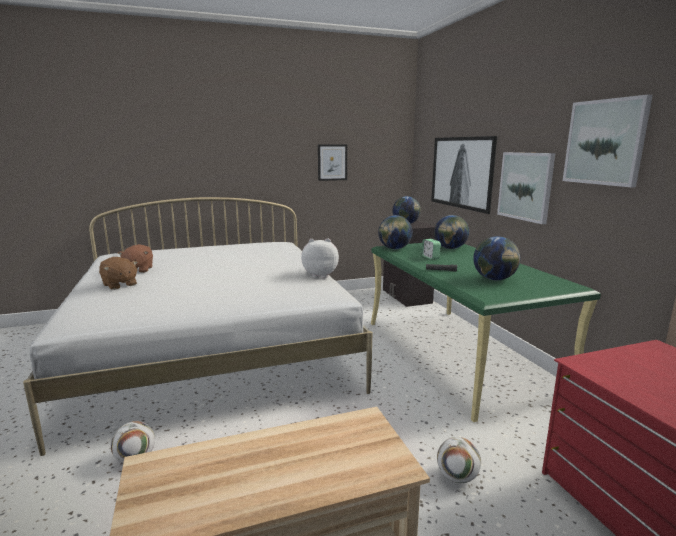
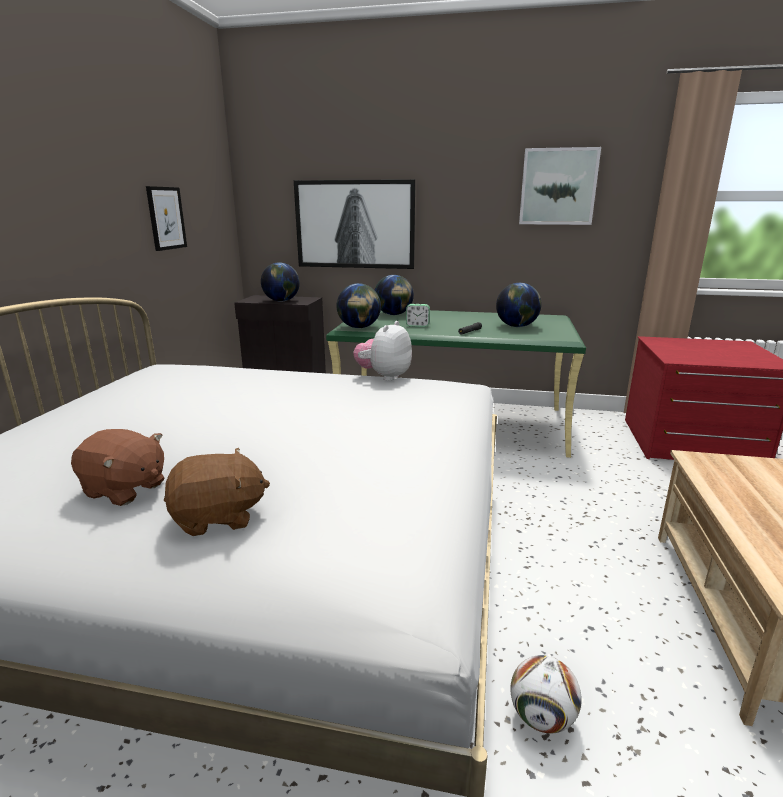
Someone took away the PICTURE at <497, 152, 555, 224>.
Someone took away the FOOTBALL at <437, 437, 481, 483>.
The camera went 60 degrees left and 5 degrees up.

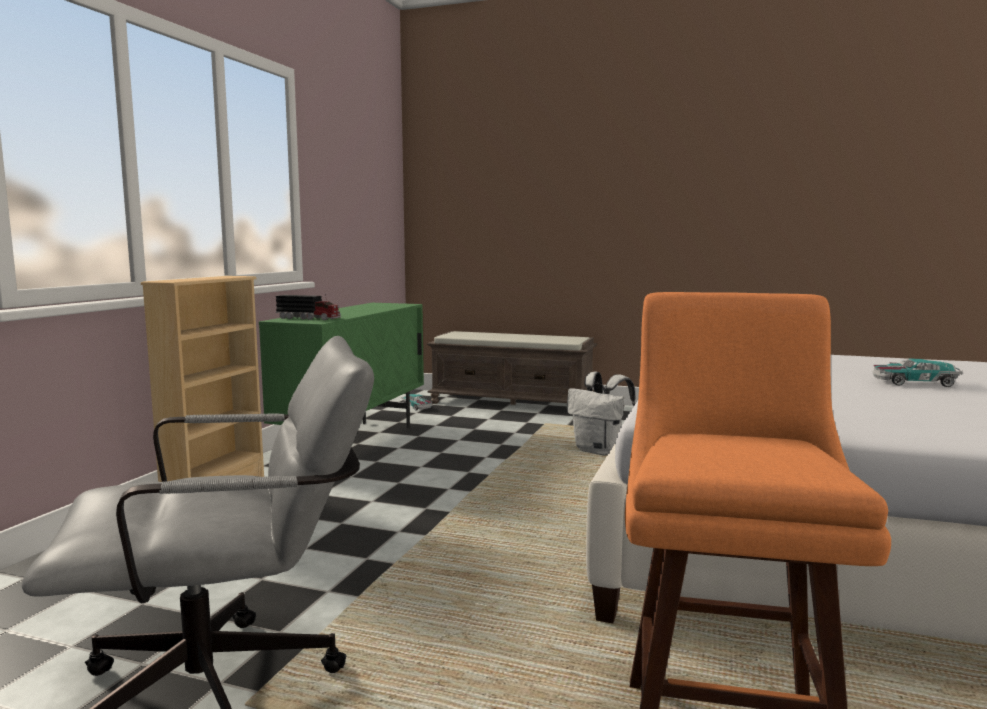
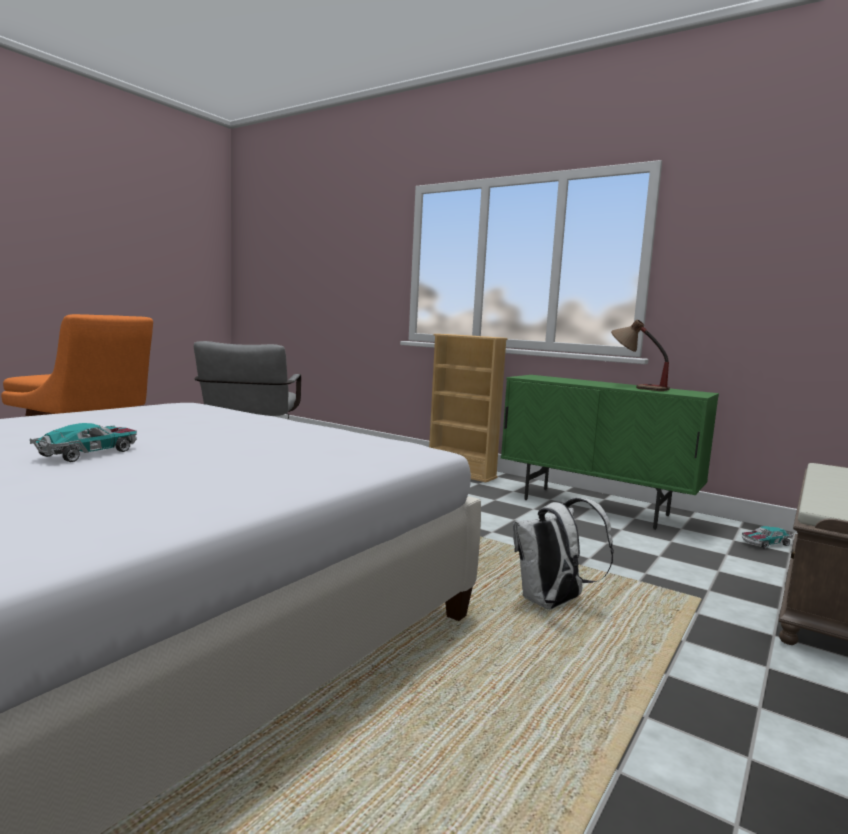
Someone took away the TOY TRUCK at <276, 294, 341, 320>.
Someone put down the TABLETOP LAMP at <611, 319, 670, 391>.
The camera went 105 degrees right and 0 degrees up.

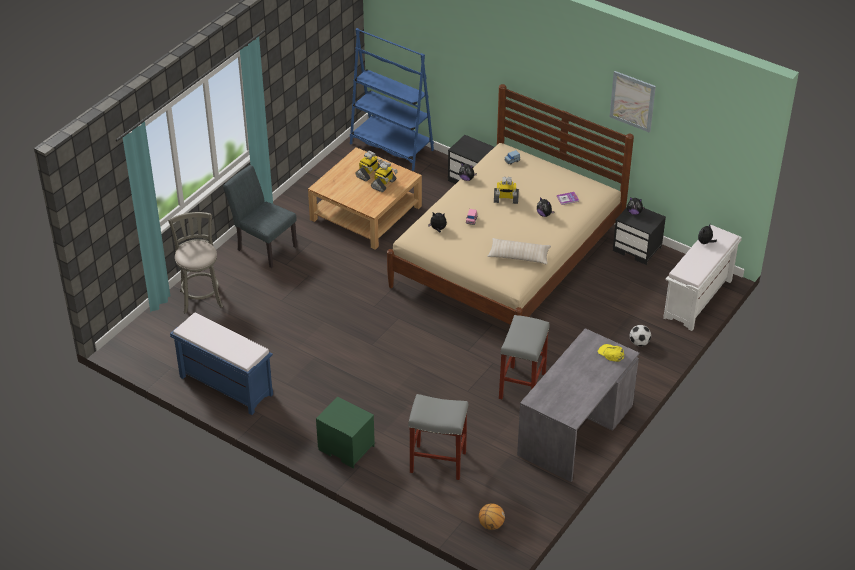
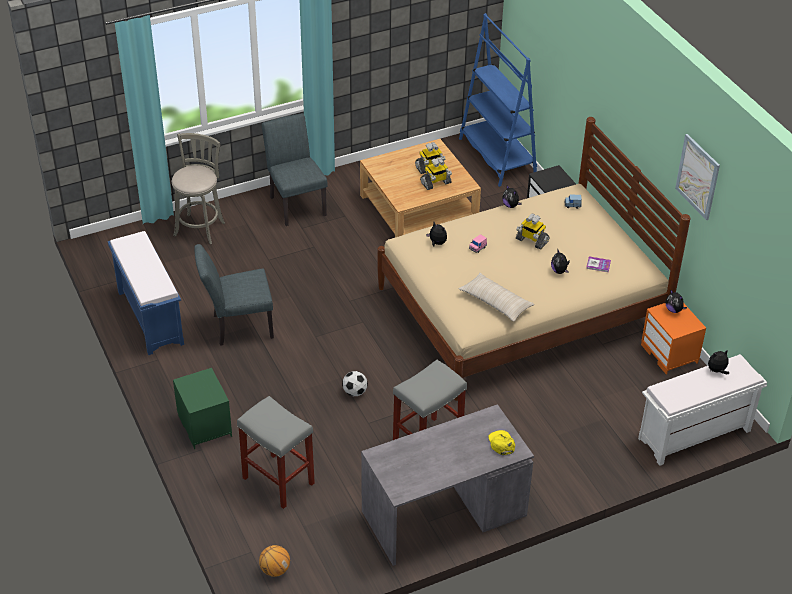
Someone repainted the BLACK-COLOURED BEDSIDE TABLE at <613, 208, 666, 265>, which became the ORANGE-COLOURED BEDSIDE TABLE at <641, 303, 706, 375>.
Someone carried the FOOTBALL from <629, 325, 651, 346> to <342, 371, 368, 396>.
Someone put down the GREY UPRIGHT CHAIR at <194, 244, 274, 346>.
The camera went 30 degrees right and 0 degrees up.

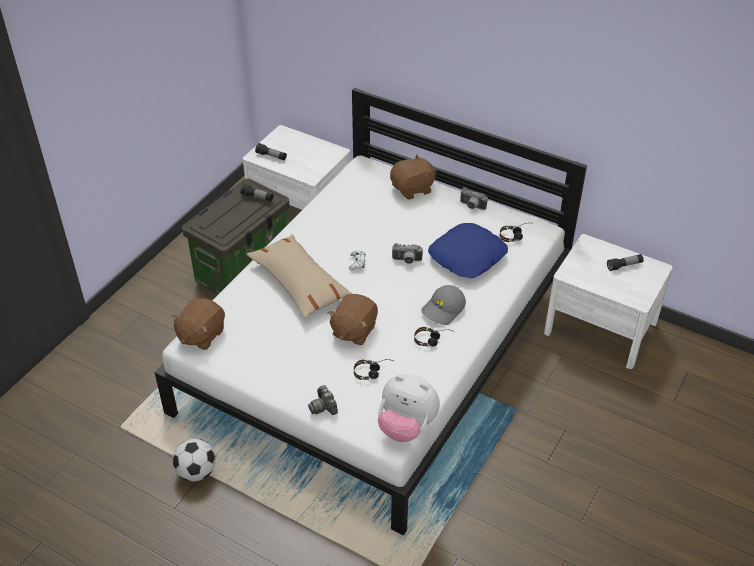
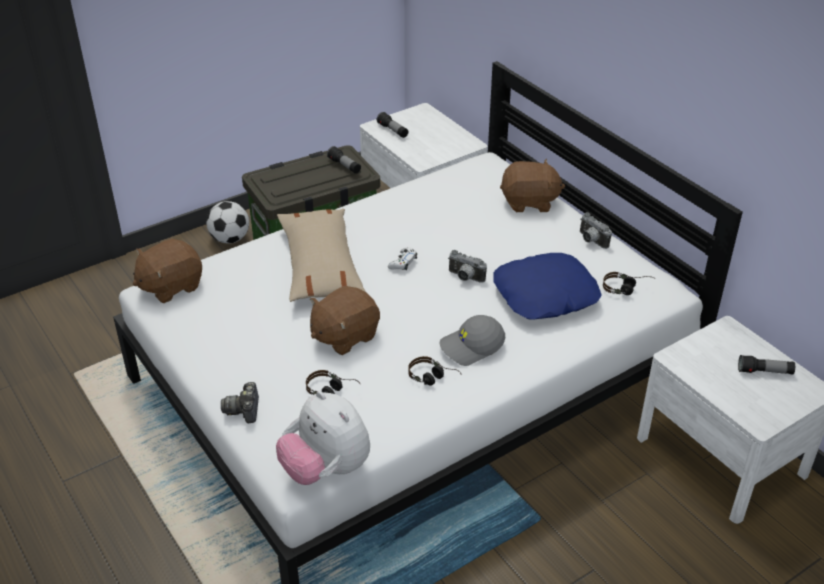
Someone carried the FOOTBALL from <173, 438, 216, 482> to <206, 201, 249, 243>.
The camera went 25 degrees right and 5 degrees down.

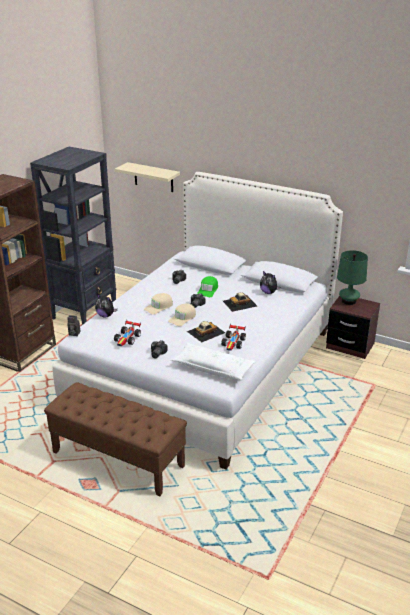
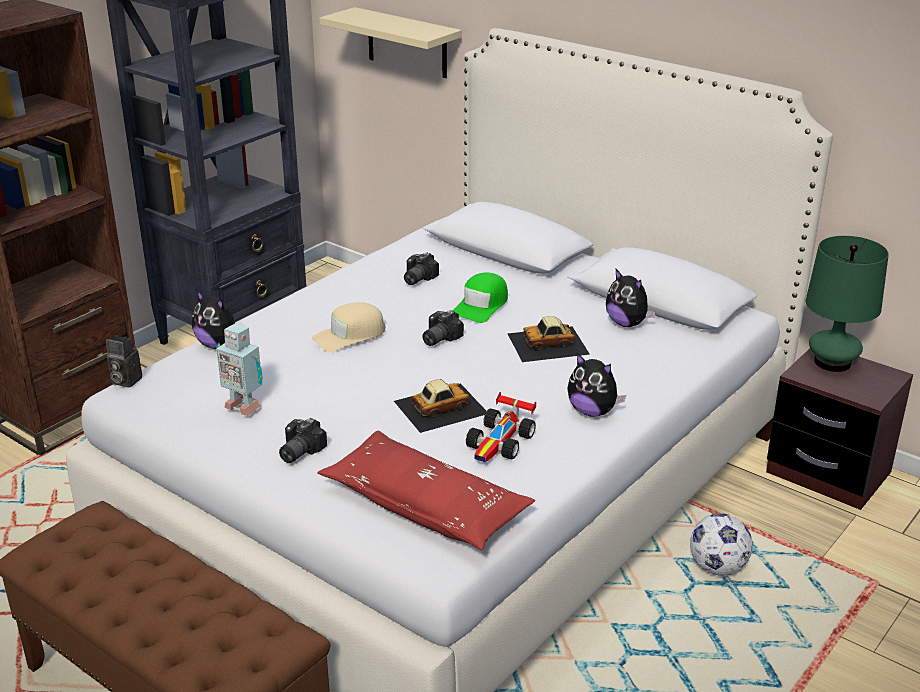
Someone took away the SAND-COLOURED PEAKED CAP at <168, 303, 196, 326>.
Someone swapped the MODEL CAR at <114, 320, 141, 346> for the MODEL ROBOT at <216, 323, 262, 416>.
Someone repainted the WHITE-COLOURED THROW PILLOW at <171, 343, 255, 380>, which became the RED THROW PILLOW at <317, 431, 535, 550>.
Someone put down the PLUSH TOY at <567, 353, 626, 417>.
Someone put down the FOOTBALL at <690, 513, 752, 576>.
The camera went 10 degrees right and 0 degrees up.

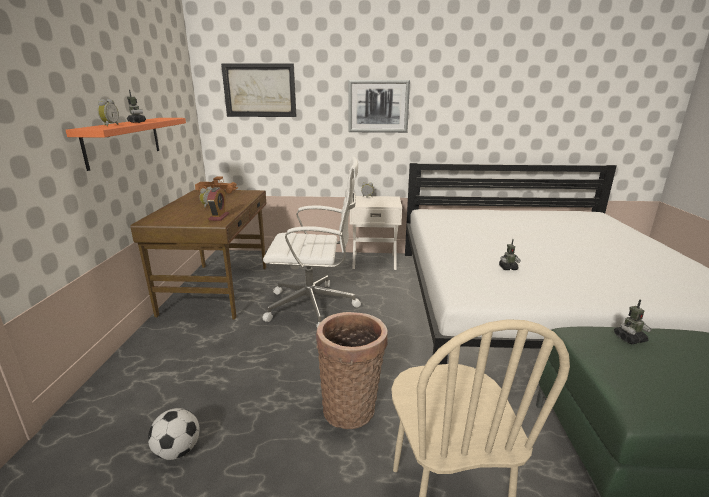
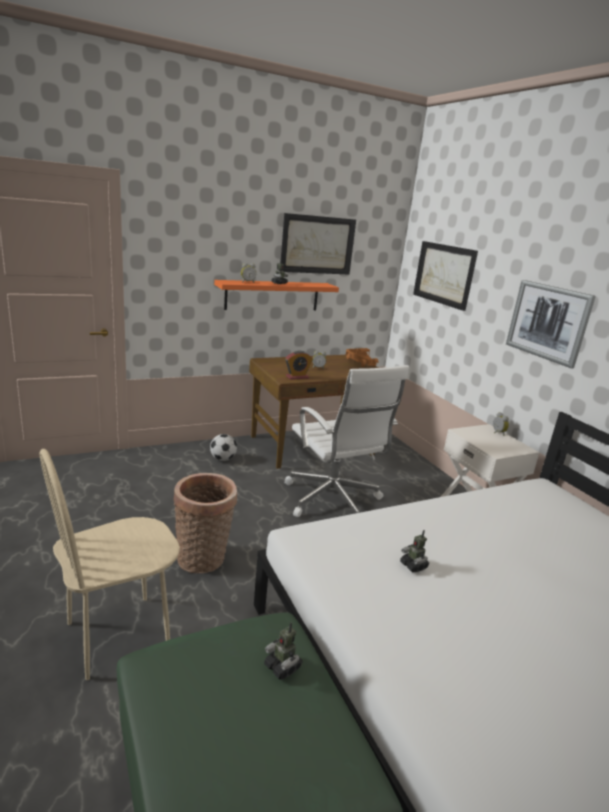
Someone carried the FOOTBALL from <148, 408, 200, 460> to <210, 434, 237, 461>.
Someone put up the PICTURE at <281, 213, 356, 275>.
The camera went 60 degrees right and 0 degrees up.

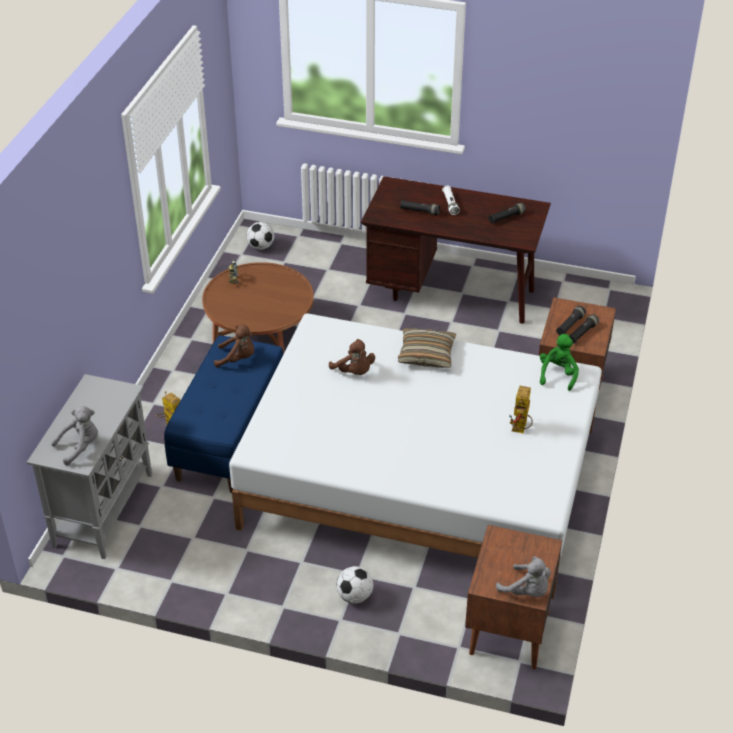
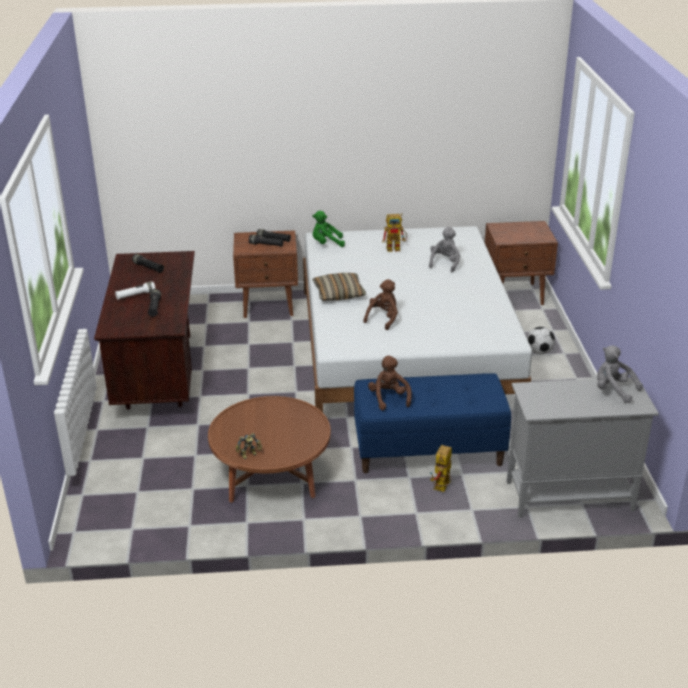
Someone took away the FOOTBALL at <247, 222, 274, 250>.
Someone carried the GREY PLUSH TOY from <496, 556, 551, 597> to <429, 227, 460, 272>.
The camera went 110 degrees left and 10 degrees down.

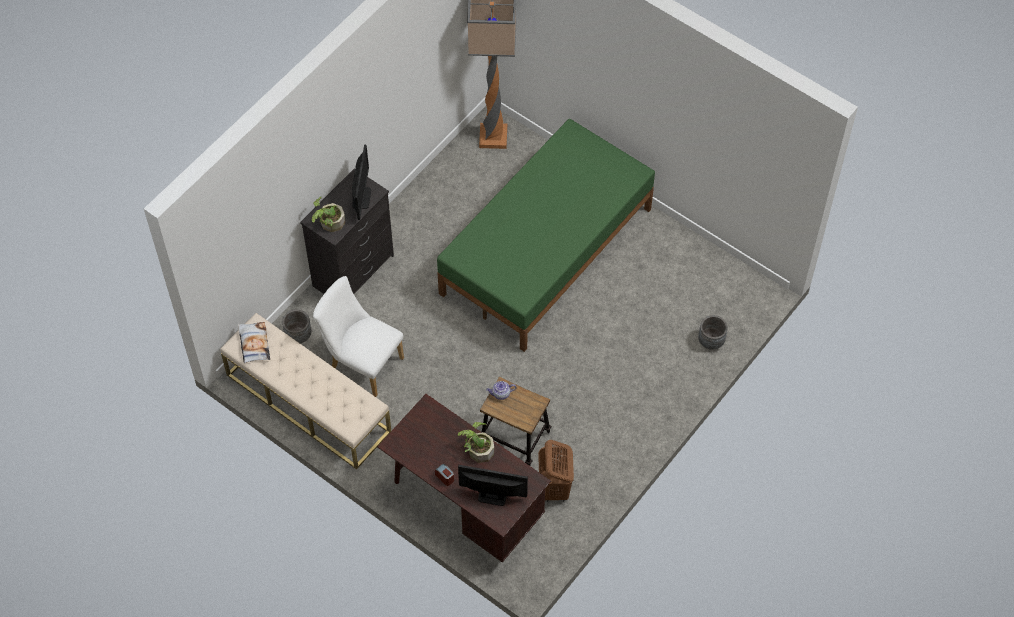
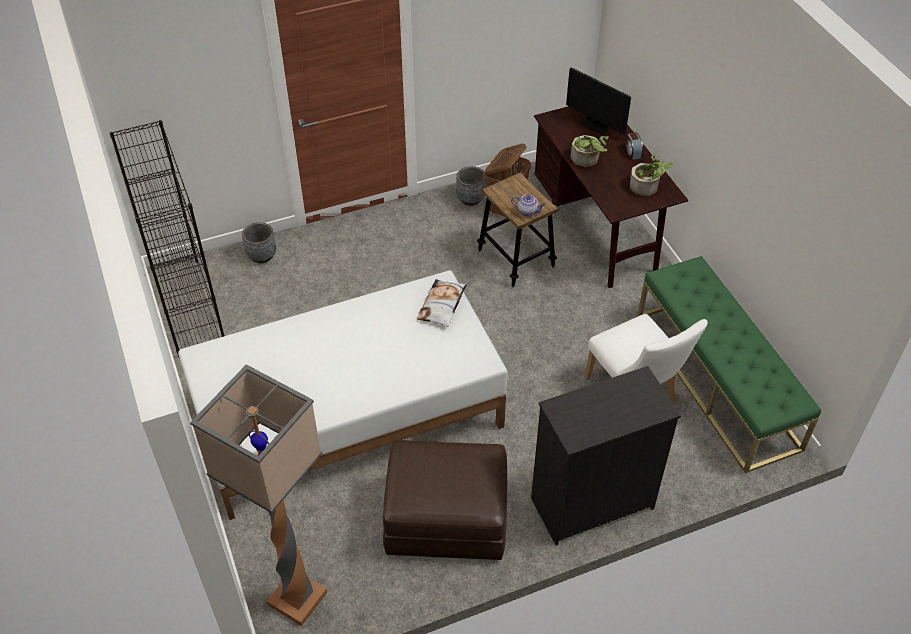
Someone repainted the GREEN-COLOURED BED at <437, 119, 655, 352>, which became the WHITE-COLOURED BED at <178, 270, 508, 520>.
Someone took away the COMPUTER DISPLAY at <352, 145, 371, 220>.
Someone carried the POTTED PLANT from <312, 197, 345, 232> to <630, 154, 674, 196>.
Someone carried the GREY PLANTER from <282, 309, 311, 343> to <456, 166, 486, 206>.
Someone repainted the SAND-COLOURED BENCH at <220, 313, 391, 470>, which became the GREEN-COLOURED BENCH at <637, 256, 821, 473>.
Someone carried the THROW PILLOW from <238, 322, 270, 363> to <417, 279, 467, 327>.
Someone put down the BLACK-COLOURED BOOKSHELF at <110, 120, 225, 357>.
Someone put down the BROWN-COLOURED FOOTREST at <383, 440, 507, 560>.
The camera went 150 degrees left and 10 degrees down.

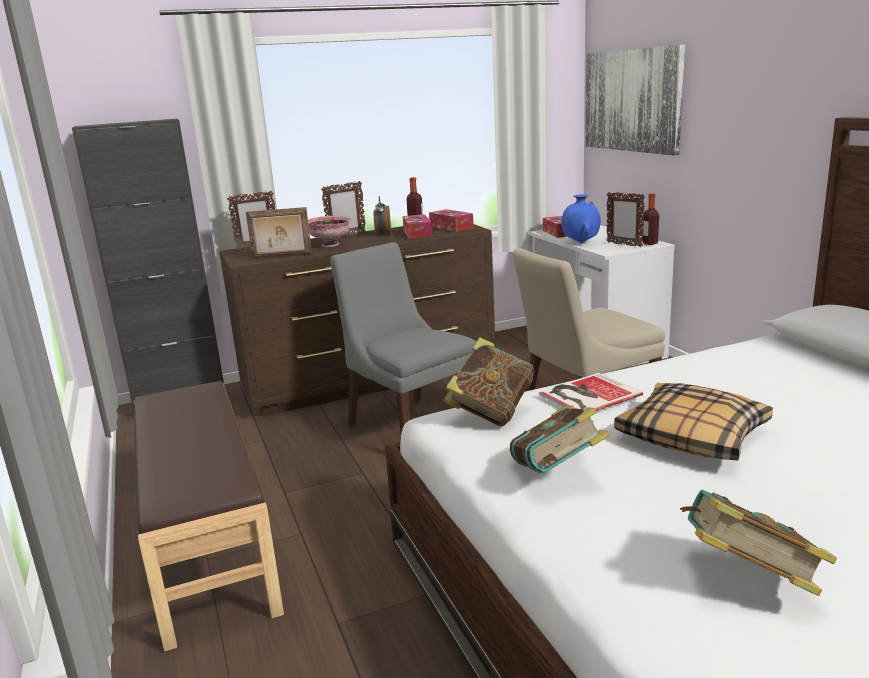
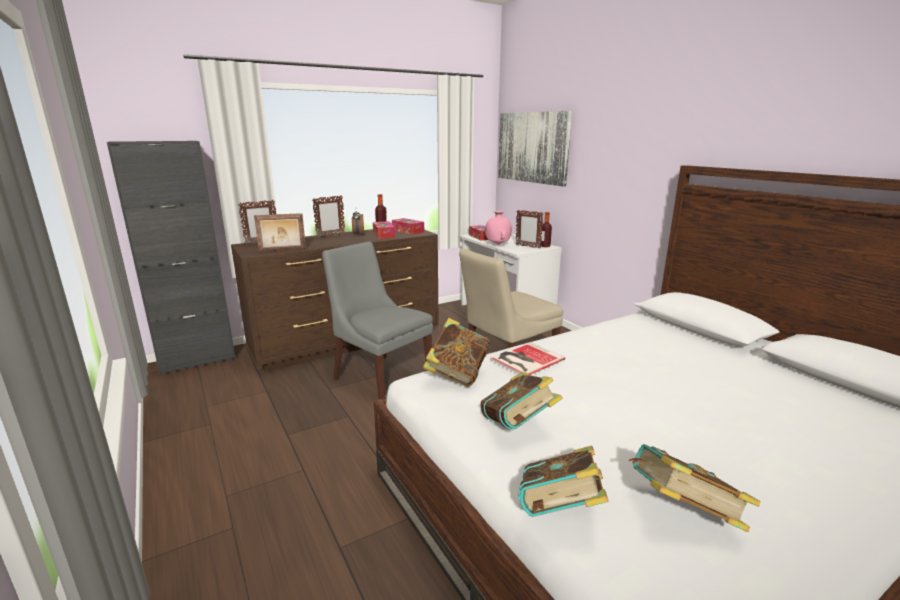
Someone repainted the BLUE-COLOURED VASE at <561, 194, 601, 243>, which became the PINK-COLOURED VASE at <485, 211, 512, 245>.
Someone took away the PINK-COLOURED BOWL at <308, 216, 351, 247>.
Someone took away the BROWN-COLOURED BENCH at <134, 381, 284, 652>.
Someone took away the THROW PILLOW at <614, 383, 773, 460>.
Someone put down the VOLUME at <519, 446, 608, 517>.
The camera went 10 degrees left and 0 degrees up.

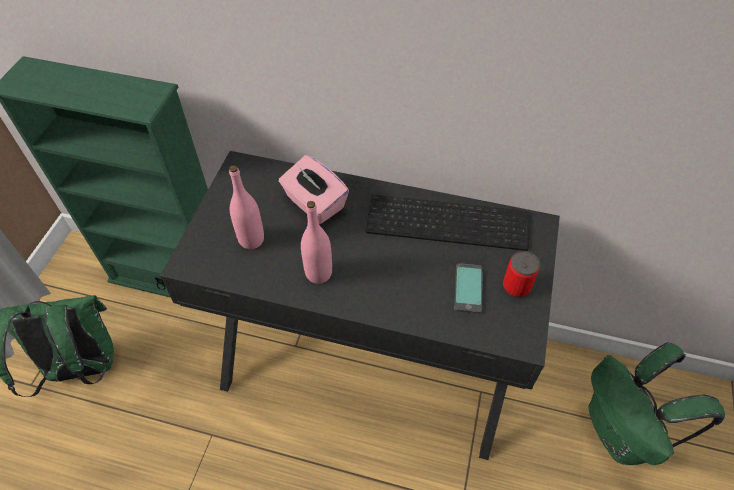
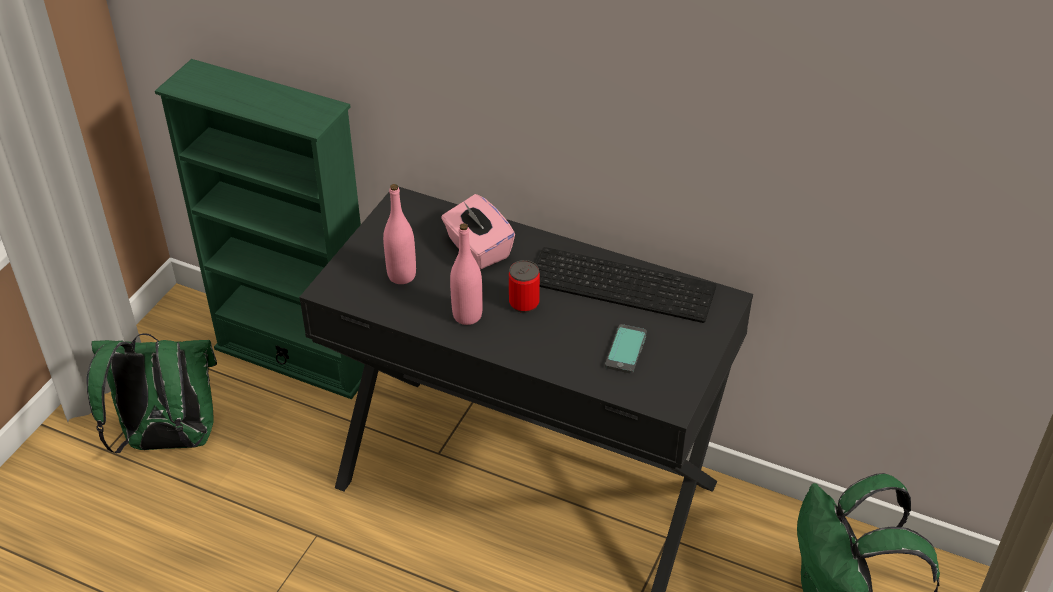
Someone carried the SEALED CAN from <503, 251, 540, 297> to <509, 260, 540, 313>.
The camera went 10 degrees right and 10 degrees down.

